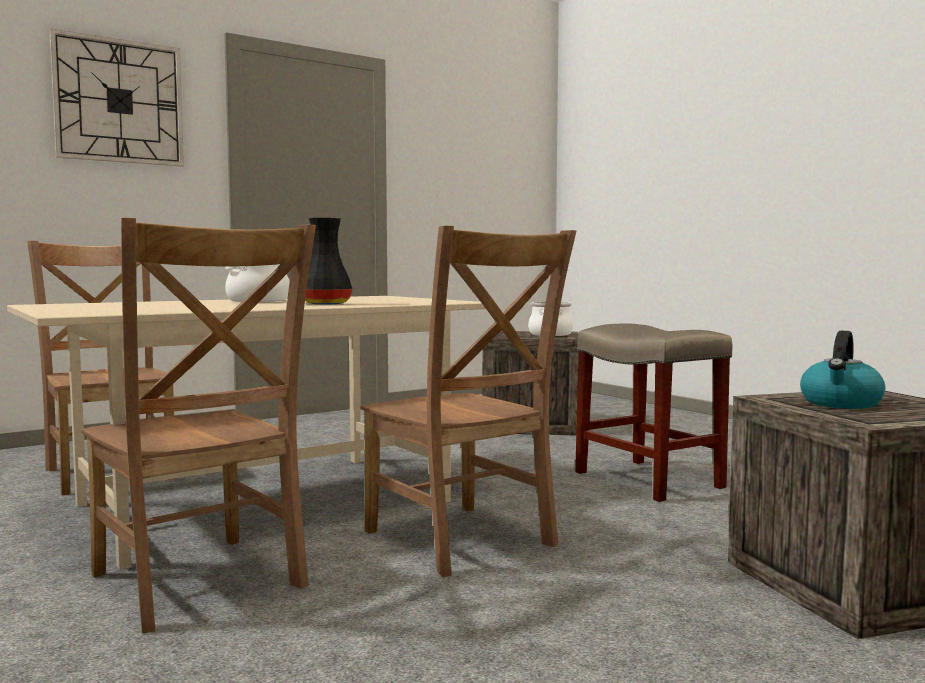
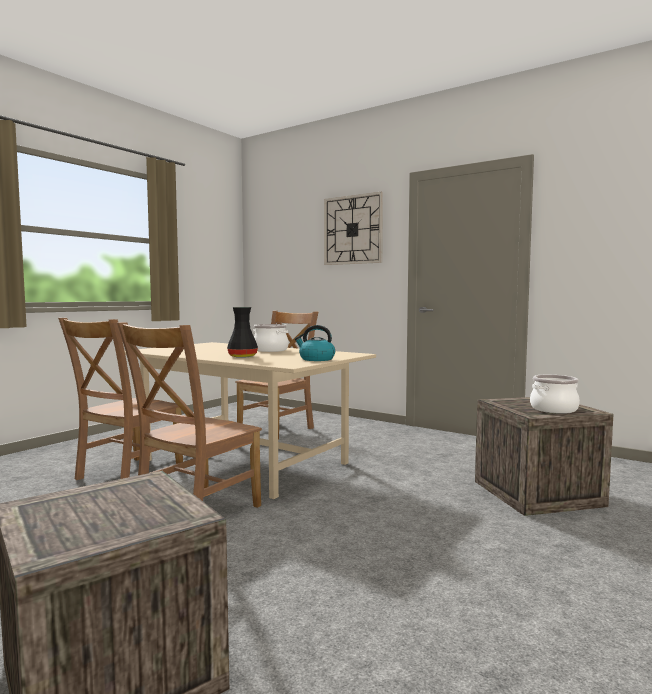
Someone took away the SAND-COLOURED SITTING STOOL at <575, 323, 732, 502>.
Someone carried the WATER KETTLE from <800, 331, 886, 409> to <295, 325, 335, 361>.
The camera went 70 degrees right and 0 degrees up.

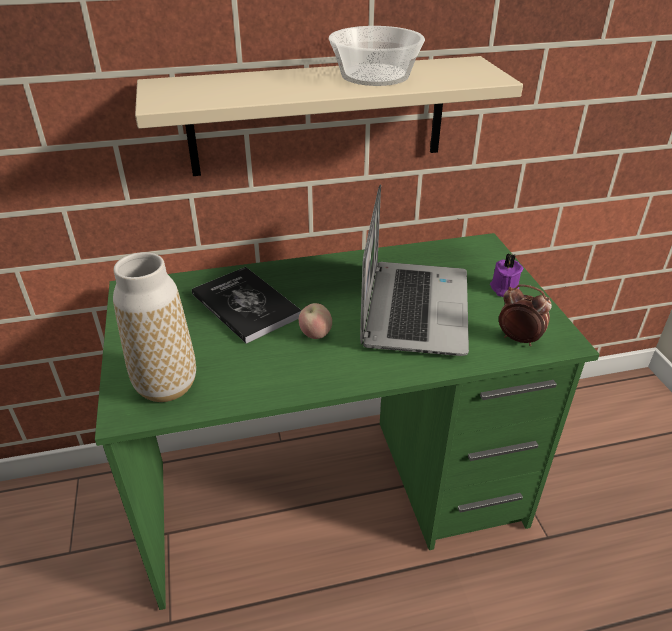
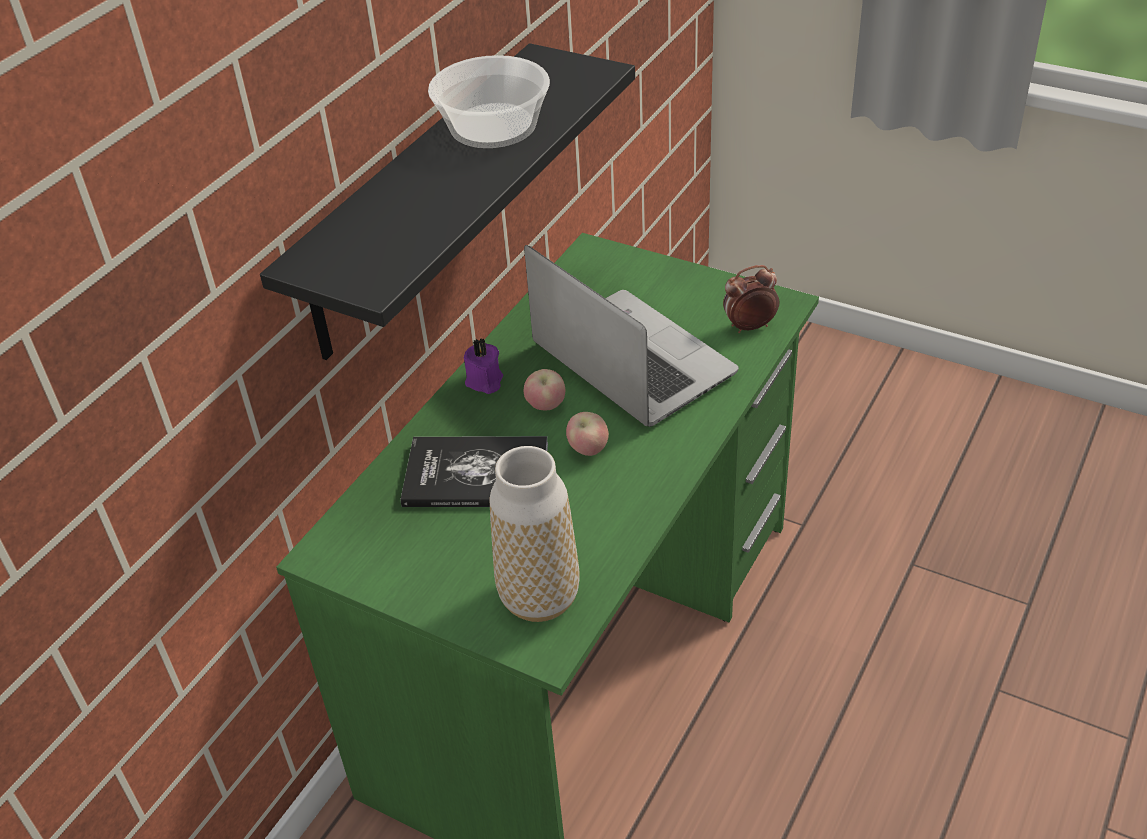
Someone repainted the SAND-COLOURED WALL SHELF at <135, 56, 523, 176>, which became the BLACK-COLOURED WALL SHELF at <260, 43, 635, 360>.
Someone carried the PURPLISH CANDLE from <490, 253, 523, 297> to <464, 338, 503, 394>.
Someone put down the APPLE FRUIT at <524, 369, 565, 410>.
The camera went 45 degrees left and 5 degrees up.

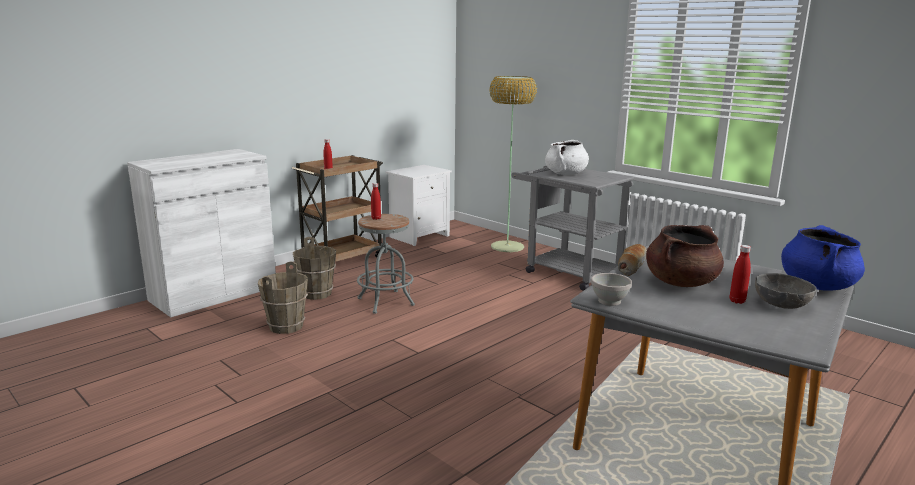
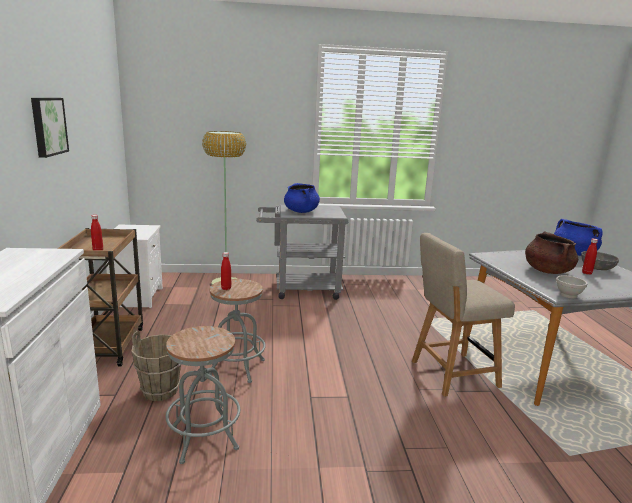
Someone repainted the WHITE-COLOURED SAUCEPOT at <545, 140, 589, 175>, which became the BLUE-COLOURED SAUCEPOT at <284, 183, 320, 213>.
Someone took away the BAKERY BREAD at <618, 244, 647, 276>.
Someone swapped the BROWN-COLOURED PAIL at <258, 262, 308, 334> for the GREY SITTING STOOL at <166, 326, 240, 464>.
Someone put up the PICTURE at <31, 98, 69, 158>.
Someone put down the SAND-COLOURED UPRIGHT CHAIR at <412, 233, 515, 397>.
The camera went 50 degrees left and 0 degrees up.

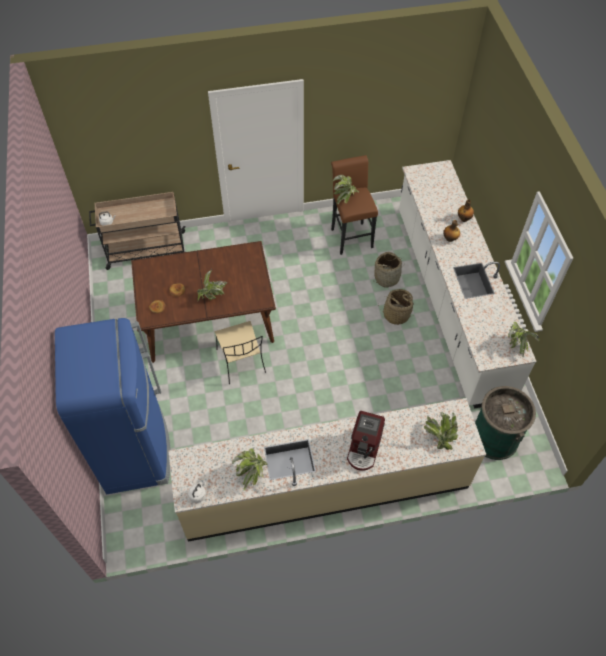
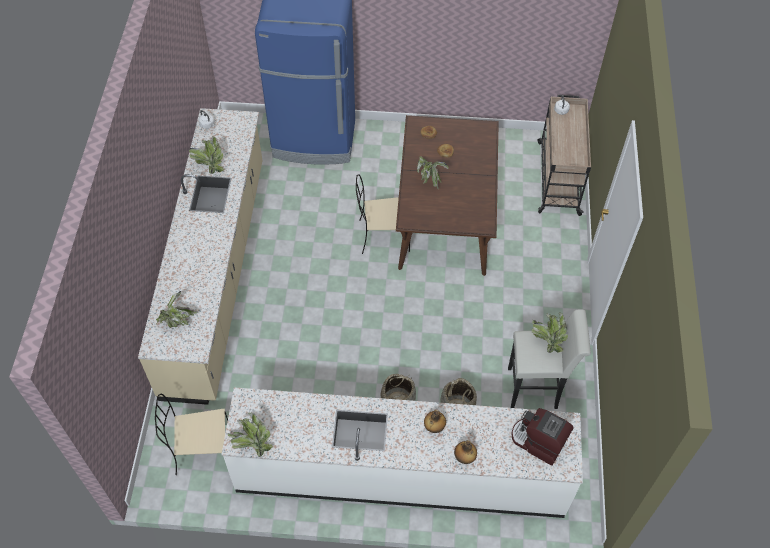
Someone repainted the BROWN-COLOURED SITTING STOOL at <331, 155, 378, 255>, which became the WHITE-COLOURED SITTING STOOL at <508, 309, 591, 409>.
Someone swapped the GREEN-COLOURED WASTE BIN at <475, 386, 536, 460> for the SAND-COLOURED UPRIGHT CHAIR at <155, 394, 228, 475>.
Someone carried the COFFEE MAKER from <347, 411, 385, 471> to <511, 408, 573, 466>.
The camera went 105 degrees right and 0 degrees up.

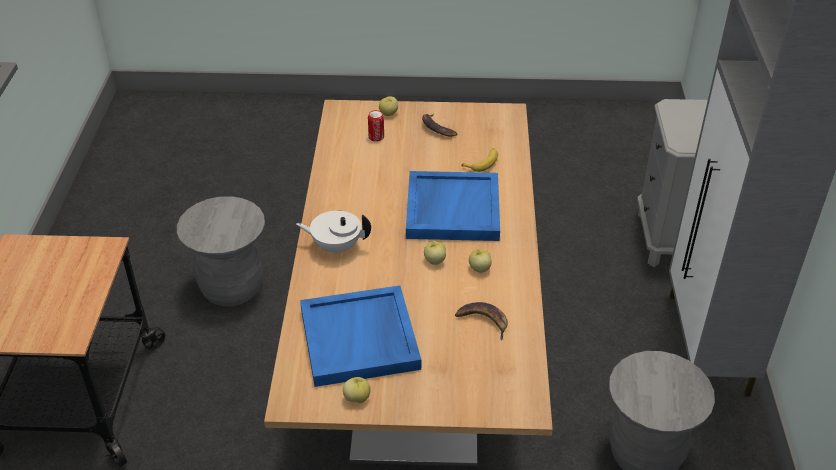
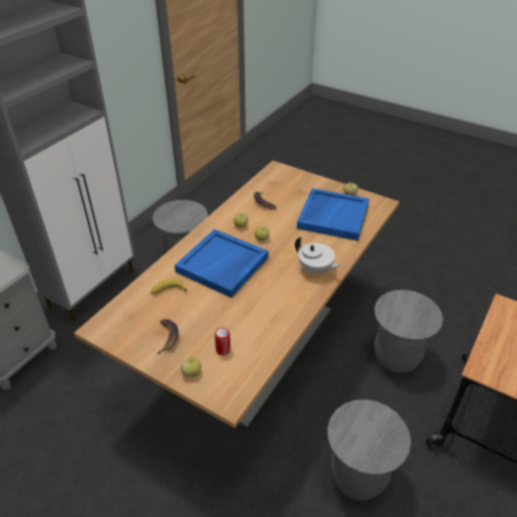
Someone put down the GREY SITTING STOOL at <374, 290, 443, 373>.
The camera went 150 degrees left and 0 degrees up.

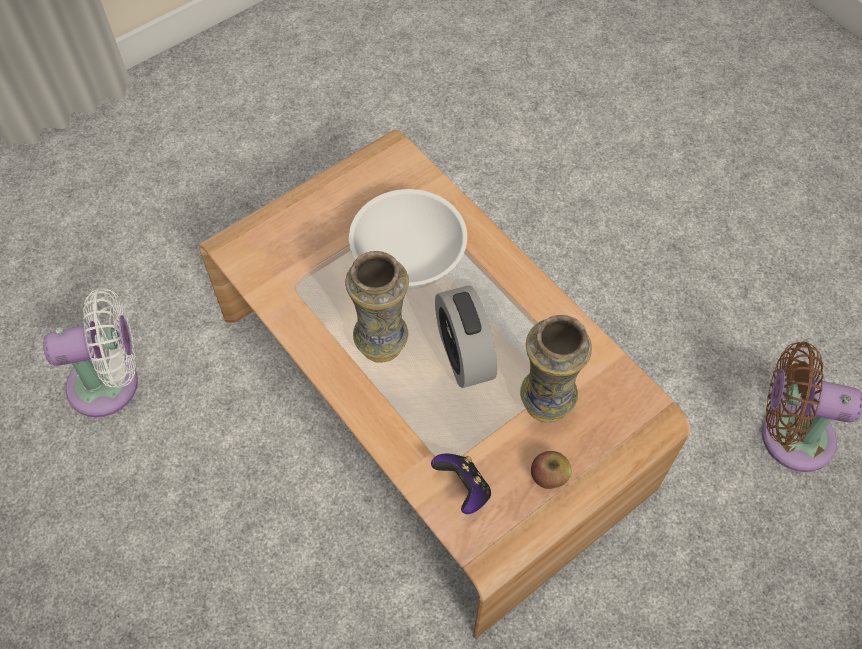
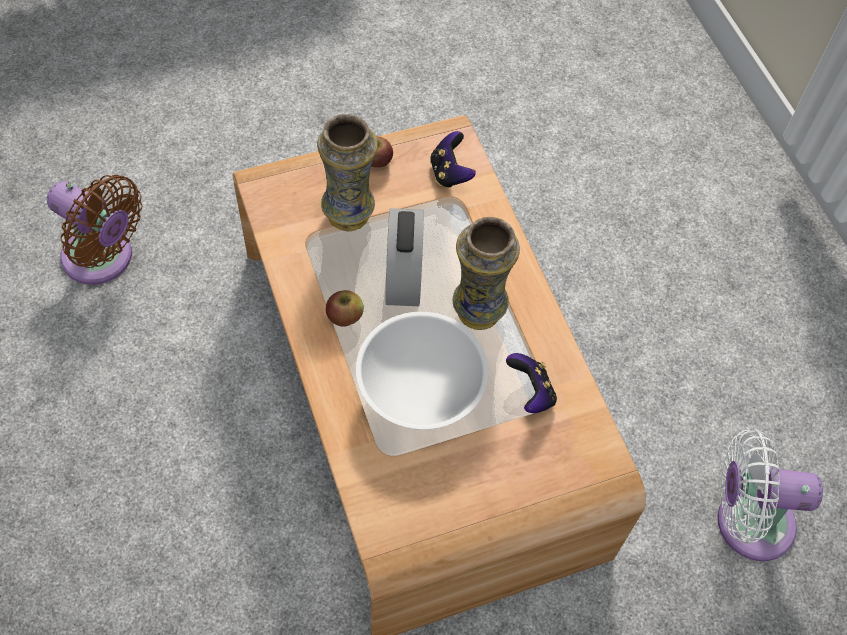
Someone put down the APPLE FRUIT at <326, 290, 364, 327>.
Someone put down the GAME CONTROLLER at <506, 353, 557, 413>.
The camera went 165 degrees left and 0 degrees up.

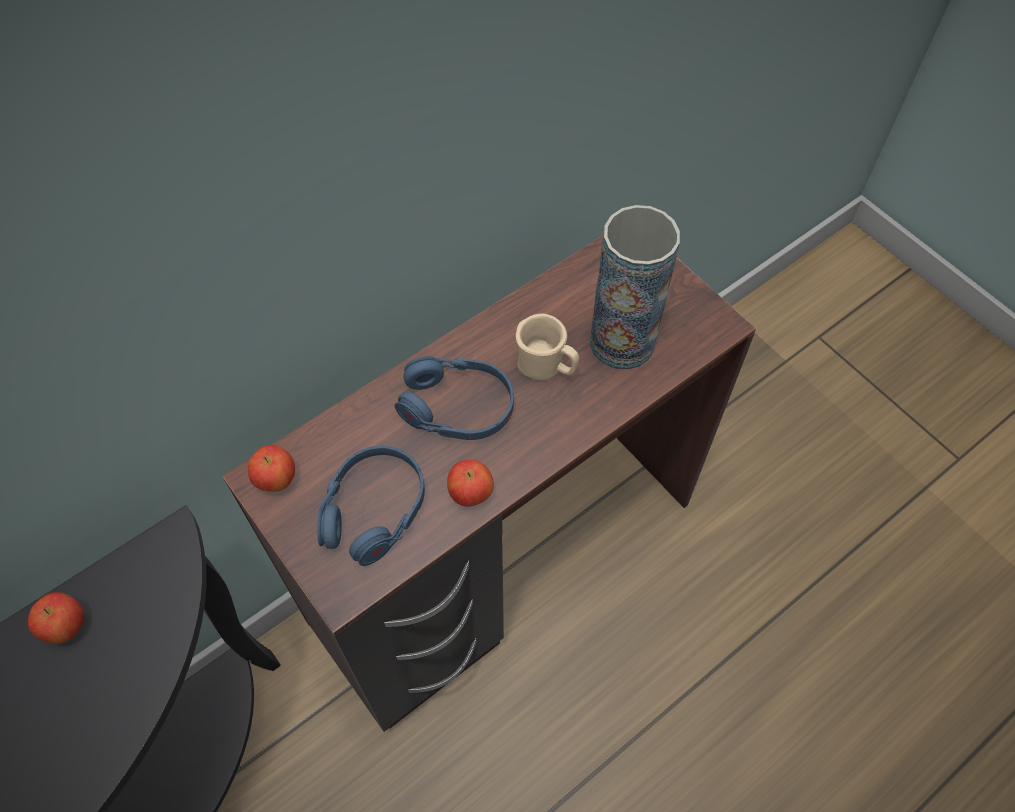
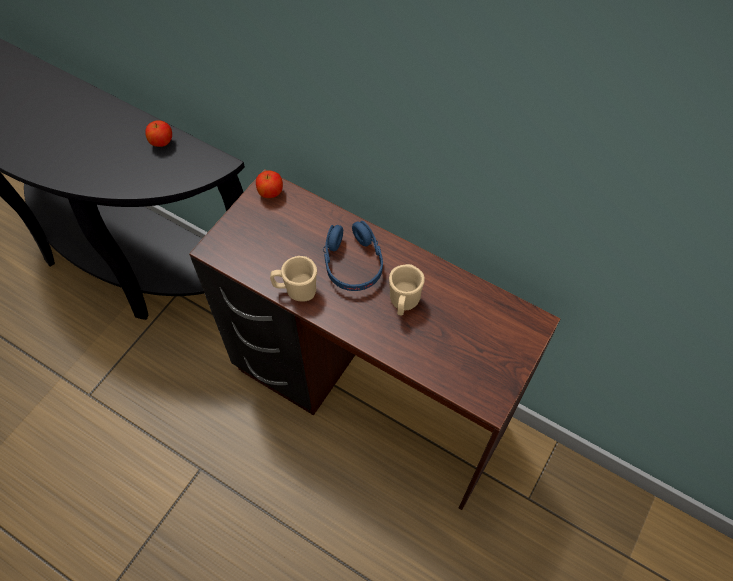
Someone took away the VASE at <590, 205, 680, 370>.
Someone took away the BLUE-COLOURED HEADSET at <317, 446, 425, 566>.
Someone swapped the APPLE FRUIT at <447, 460, 494, 507> for the SAND-COLOURED TEA MUG at <270, 256, 317, 301>.
The camera went 70 degrees right and 0 degrees up.

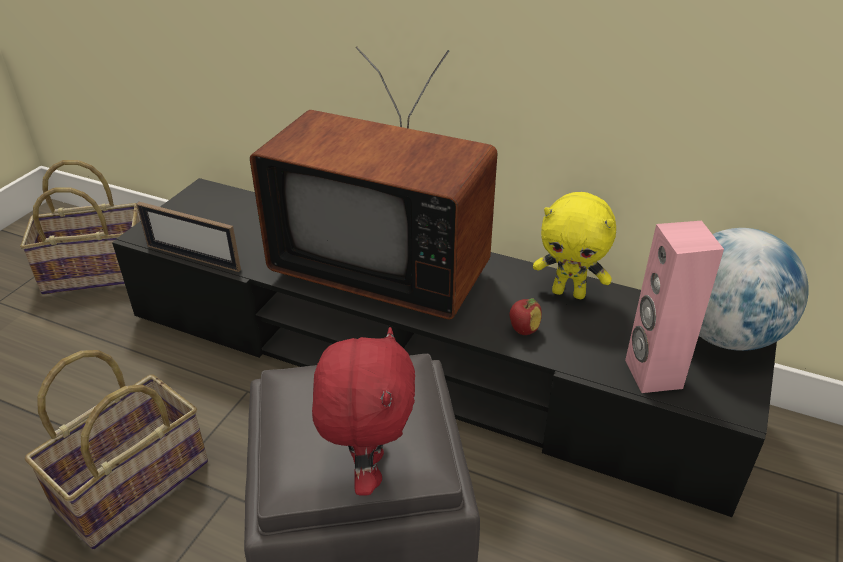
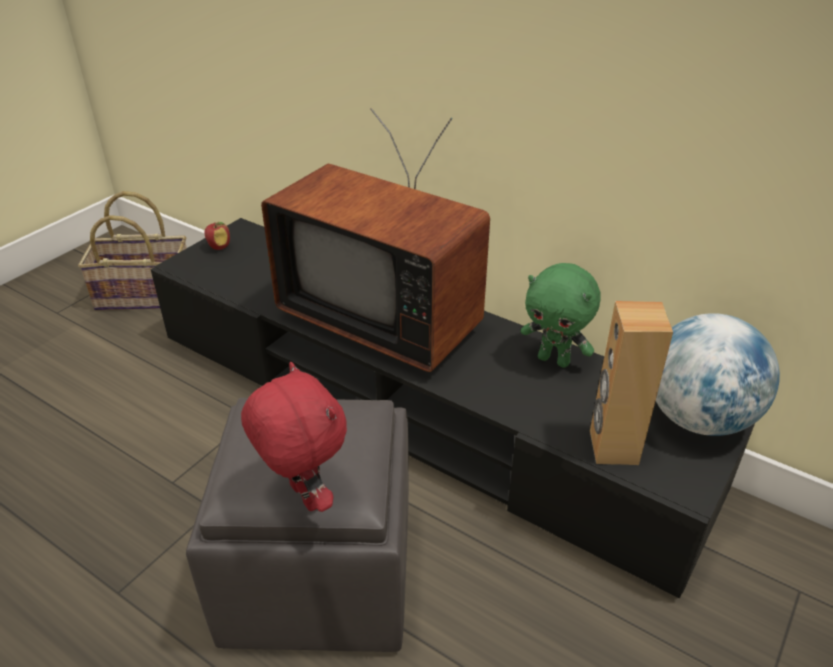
Someone repainted the YELLOW-COLOURED PLUSH TOY at <533, 192, 616, 299>, which became the GREEN-COLOURED PLUSH TOY at <520, 263, 601, 368>.
Someone took away the PICTURE FRAME at <136, 202, 241, 272>.
Someone repainted the PINK-COLOURED SPEAKER at <625, 221, 724, 393>, which became the BROWN-COLOURED SPEAKER at <590, 301, 673, 465>.
Someone carried the APPLE FRUIT from <510, 299, 542, 335> to <205, 222, 230, 250>.
Someone rotated the RED PLUSH TOY at <312, 327, 415, 495> by 45 degrees counterclockwise.
Someone took away the STORAGE BASKET at <25, 350, 208, 549>.
The camera went 10 degrees right and 0 degrees up.

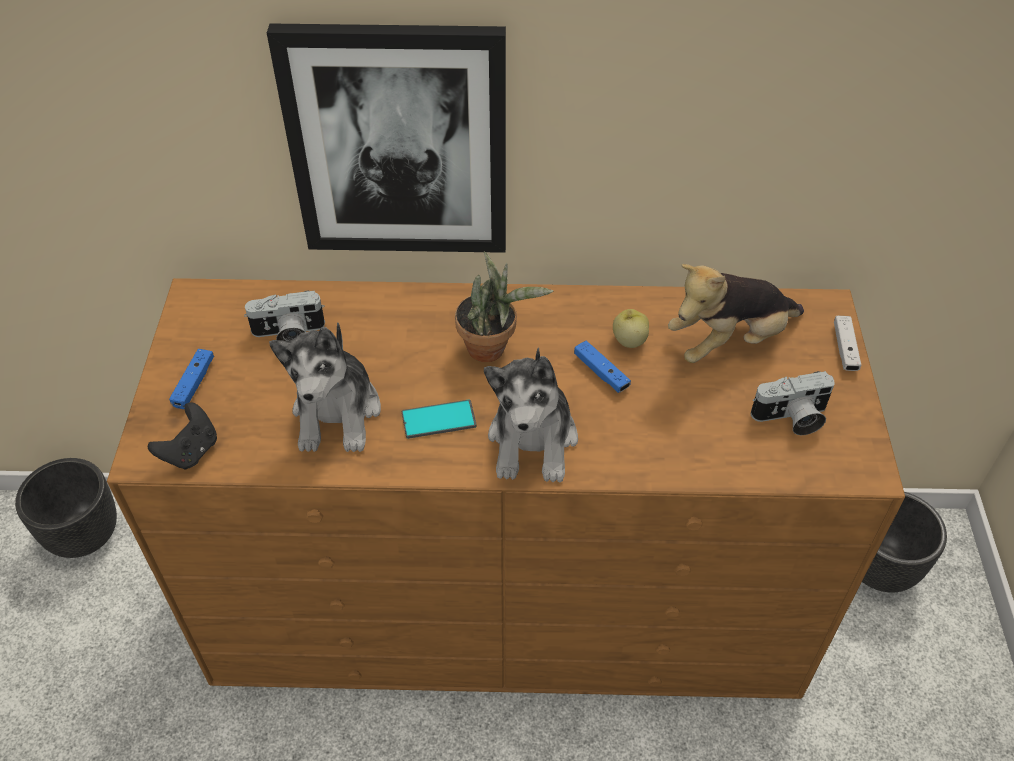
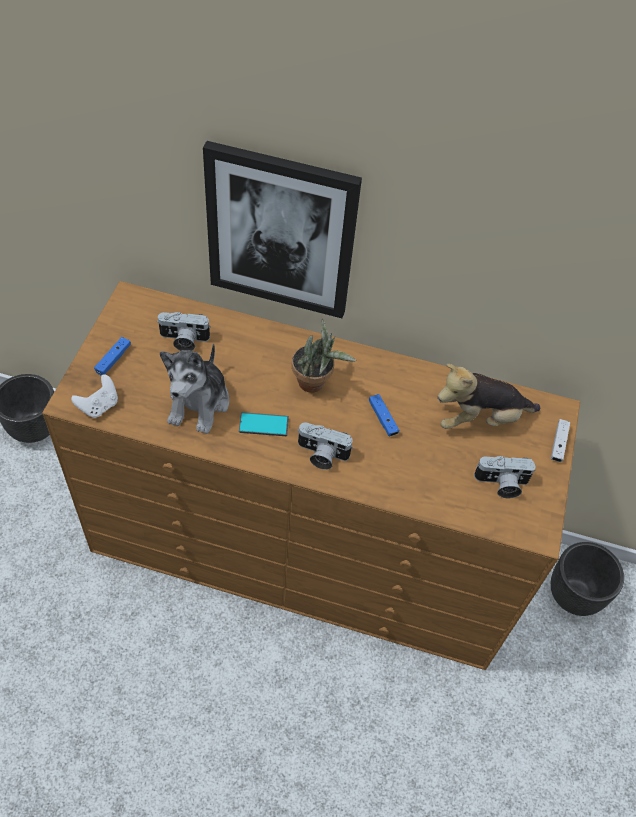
Someone took away the APPLE FRUIT at <613, 309, 649, 348>.
Someone swapped the PLUSH TOY at <484, 348, 578, 483> for the PHOTO CAMERA at <297, 422, 353, 470>.
Someone repainted the BLACK-COLOURED GAME CONTROLLER at <148, 402, 217, 470>, which became the WHITE-COLOURED GAME CONTROLLER at <71, 374, 118, 418>.
The camera went 10 degrees right and 5 degrees up.

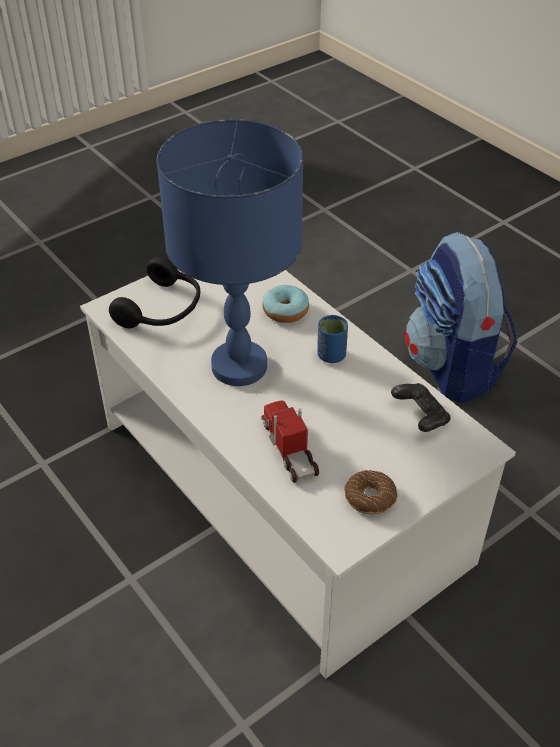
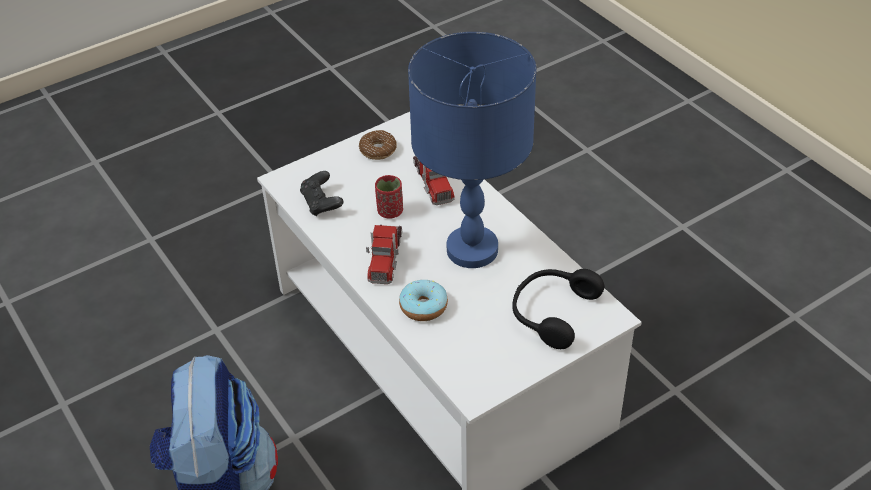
Someone swapped the BLUE-COLOURED CUP at <317, 315, 348, 363> for the TOY TRUCK at <366, 225, 402, 284>.
Someone put down the RED CUP at <375, 175, 403, 219>.
The camera went 175 degrees left and 0 degrees up.

